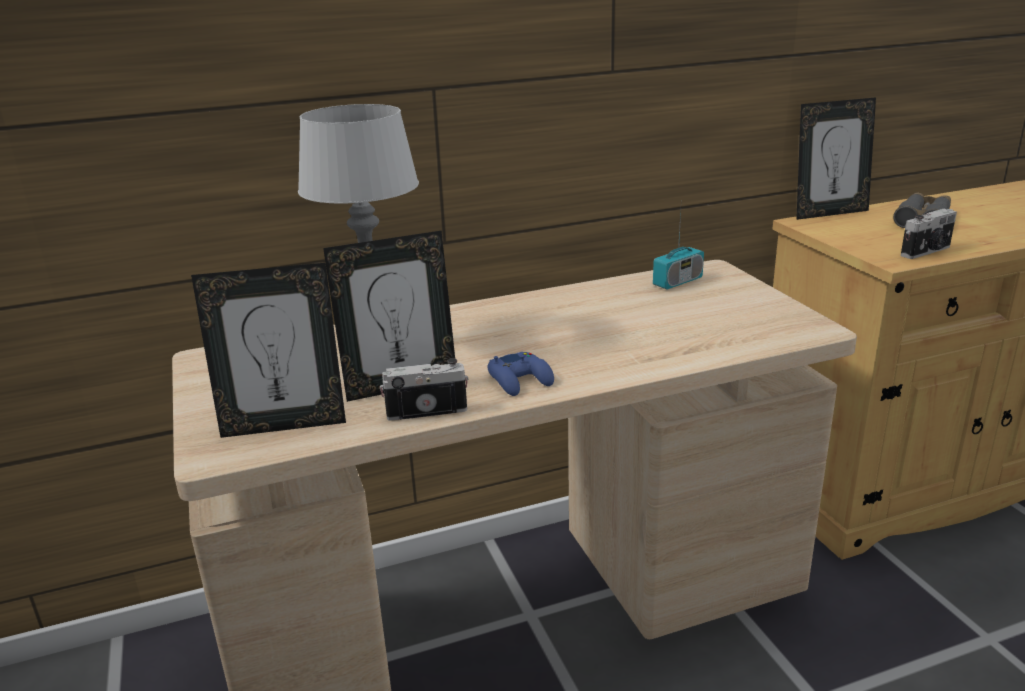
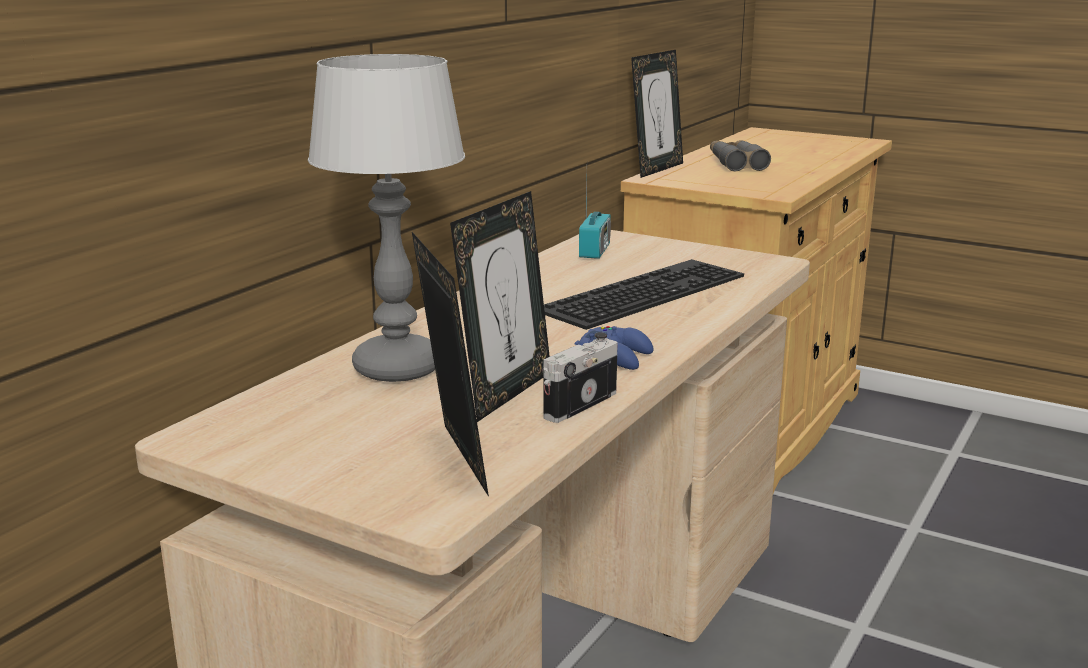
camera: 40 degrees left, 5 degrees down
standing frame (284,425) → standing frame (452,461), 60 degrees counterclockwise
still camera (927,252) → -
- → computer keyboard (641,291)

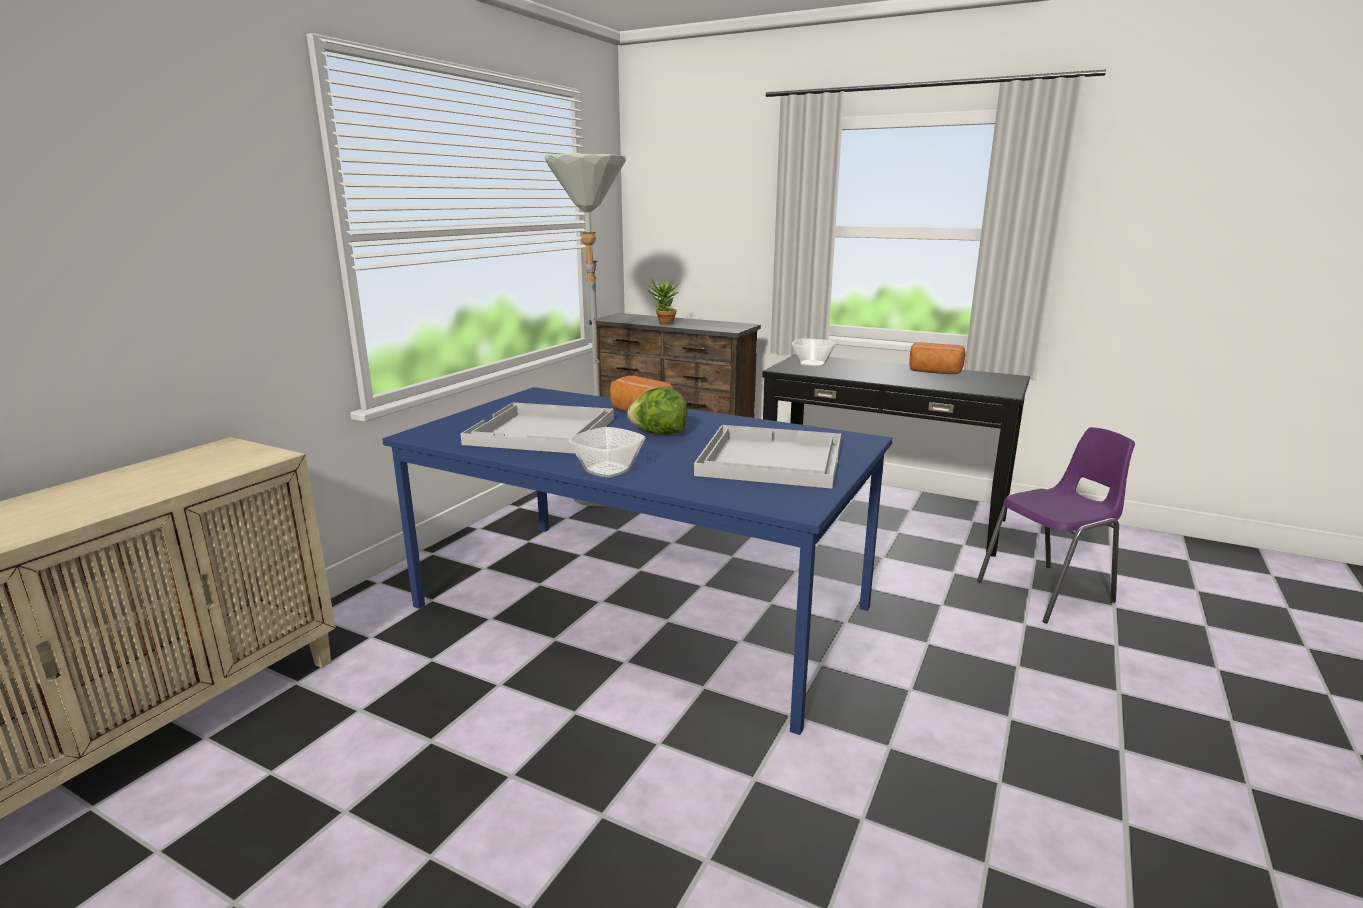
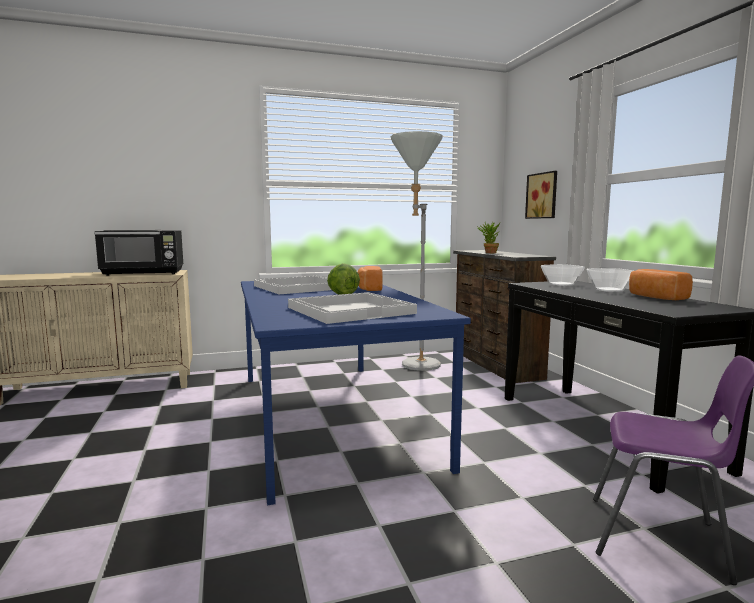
camera: 45 degrees right, 10 degrees down
bowl (608,470) → bowl (609,290), move
- → kitchen microwave/black (144,273)
- → picture (543,195)

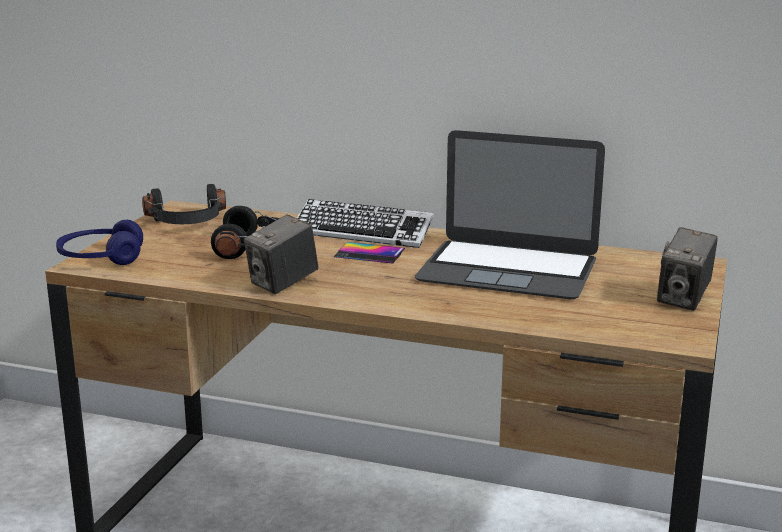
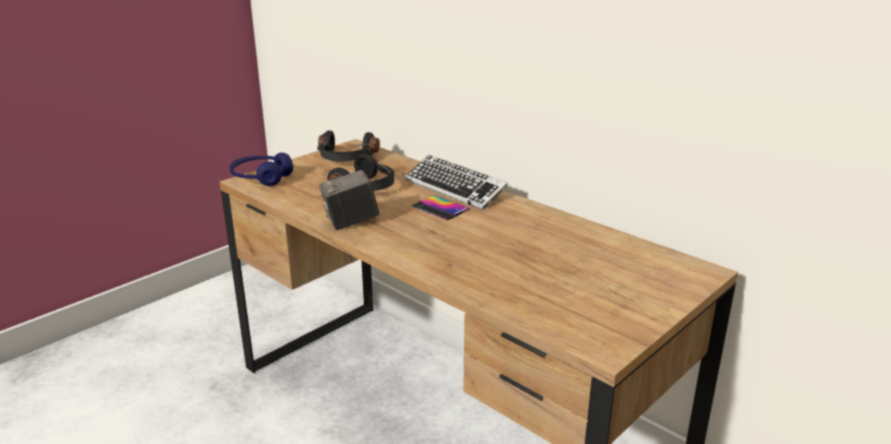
camera: 25 degrees right, 5 degrees up
portable computer (508,269) → -
still camera (684,300) → -

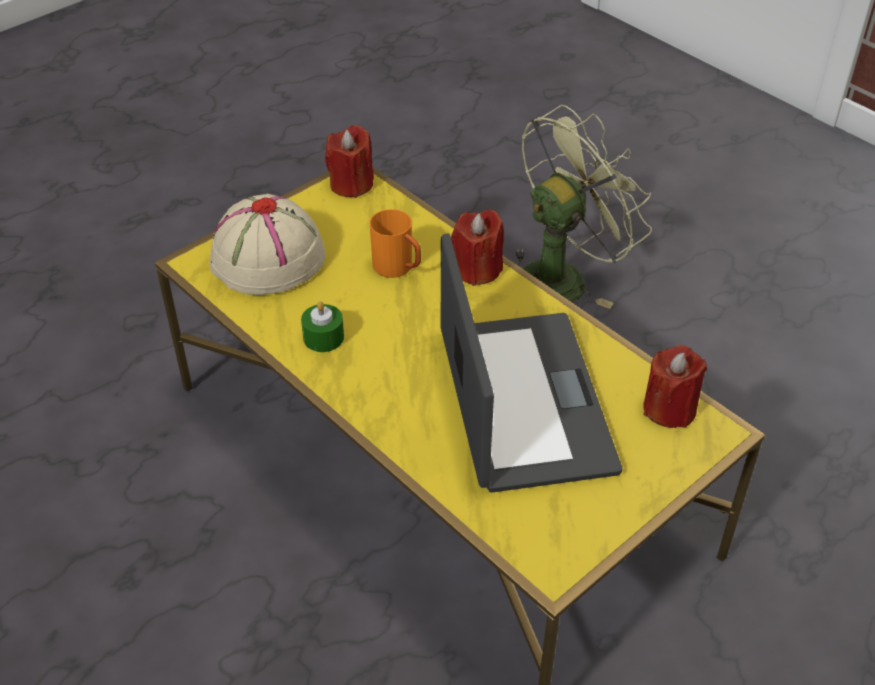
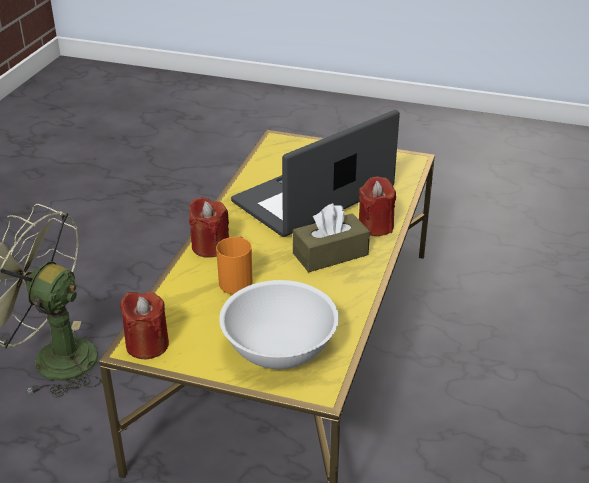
camera: 120 degrees left, 10 degrees down
hat/beige (267,259) → bowl/white-coloured (280,349)
wax candle/green-coloured (323,337) → -
wax candle/red-coloured (669,409) → wax candle/red-coloured (375,226), move
- → box of tissues/brown (330,254)

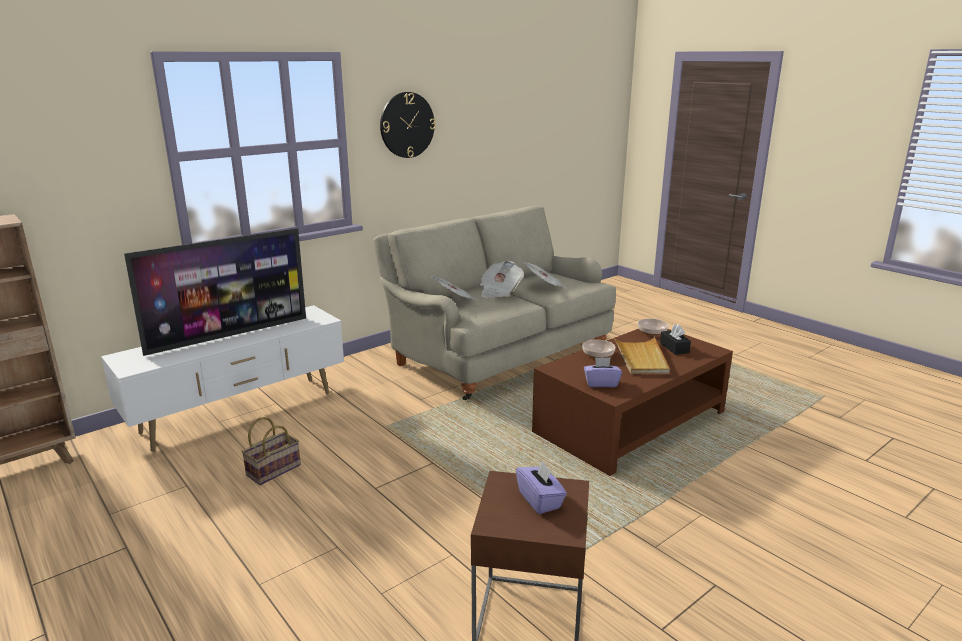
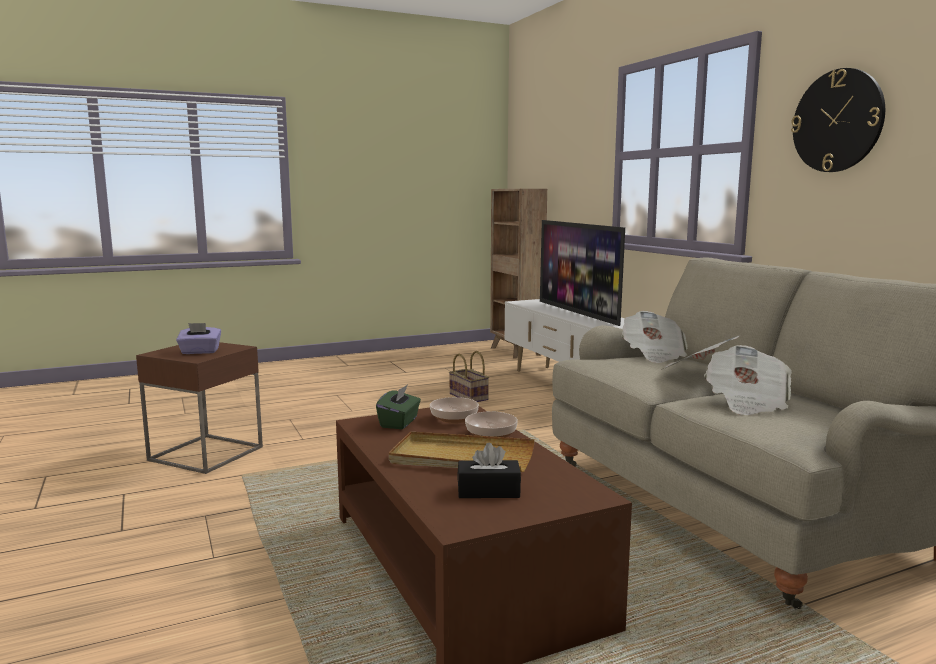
camera: 105 degrees right, 10 degrees down
box of tissues/purple (601,383) → box of tissues/green-coloured (399,423)
bowl (652,332) → bowl (454,419), move

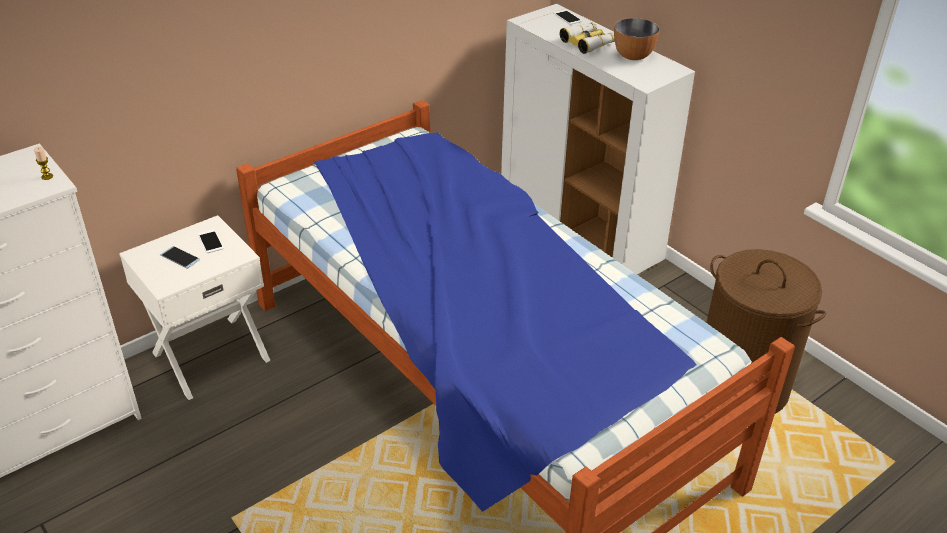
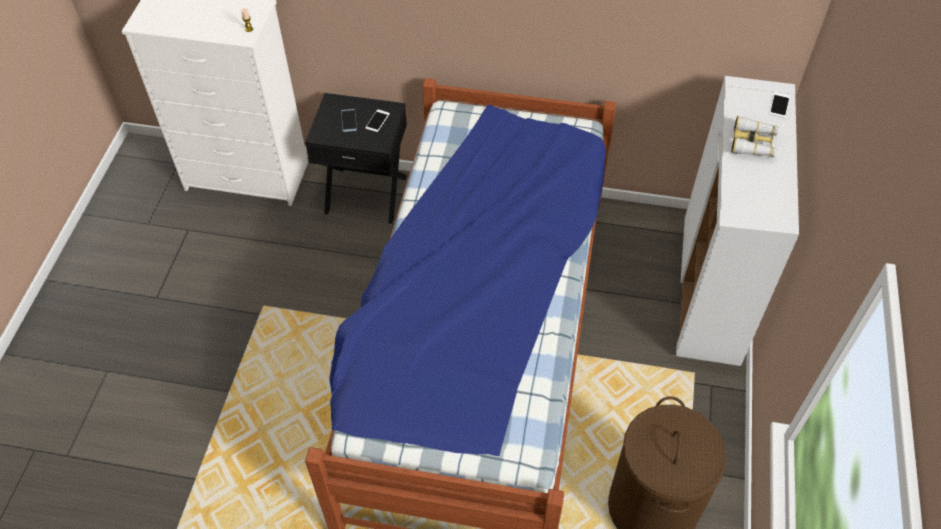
camera: 50 degrees right, 15 degrees up
bedside table/white-coloured (210,355) → bedside table/black (366,193)
bowl (633,56) → -

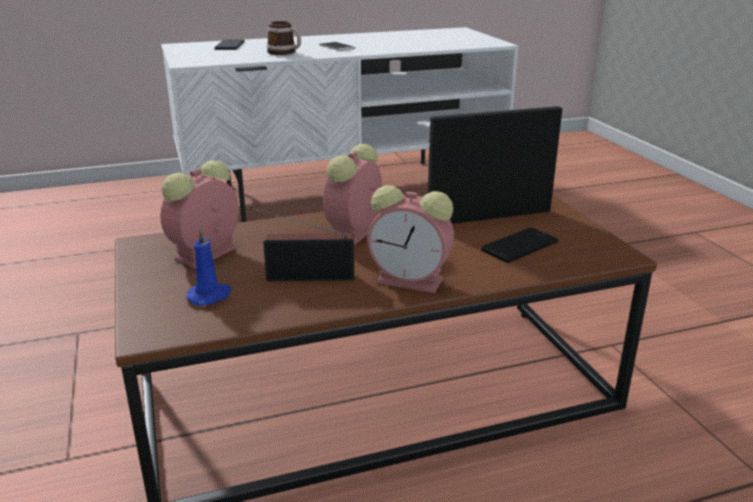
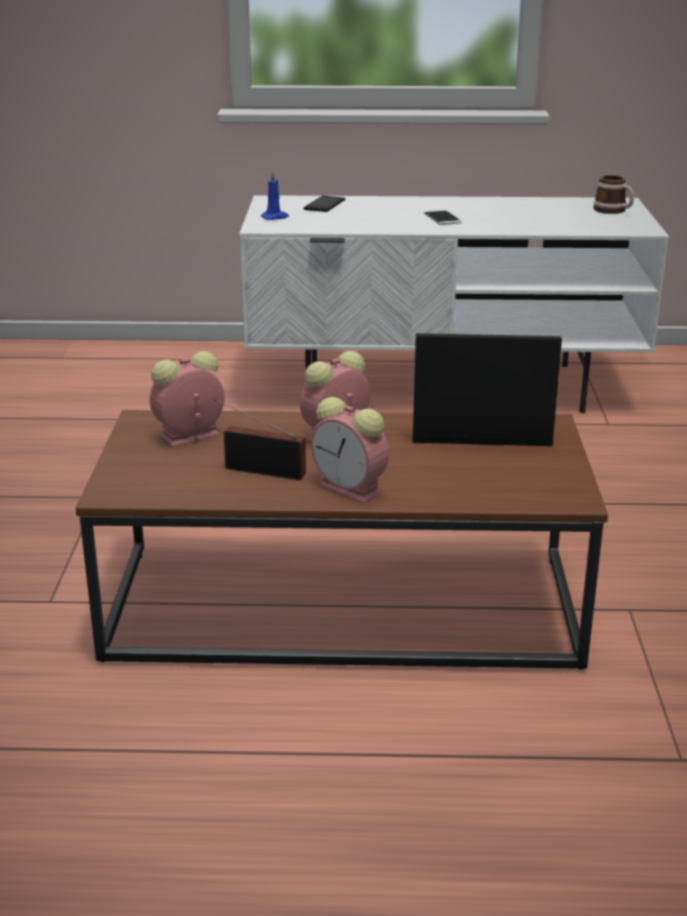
camera: 20 degrees right, 0 degrees up
wax candle/blue-coloured (210,296) → wax candle/blue-coloured (275,217), move
coffee mug (285,53) → coffee mug (613,211), move
telephone (519,246) → -

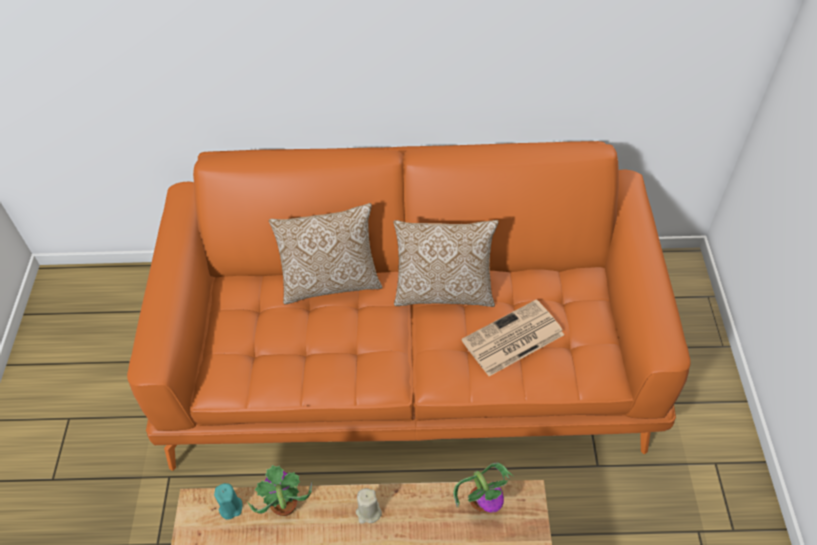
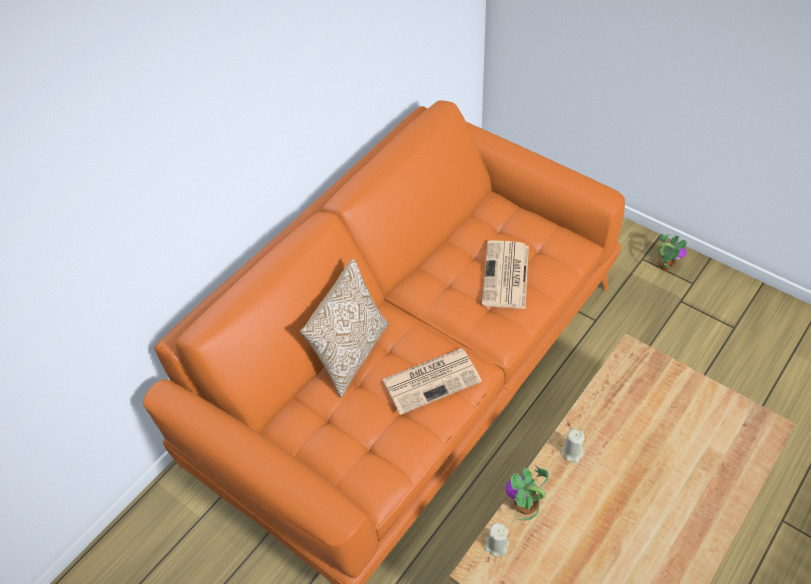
camera: 50 degrees left, 0 degrees up
wax candle/blue-green (230,507) → wax candle/beige (496,545)
cushion (444,292) → -
potted plant (483,502) → potted plant (664,265), move
- → daily paper (432,380)

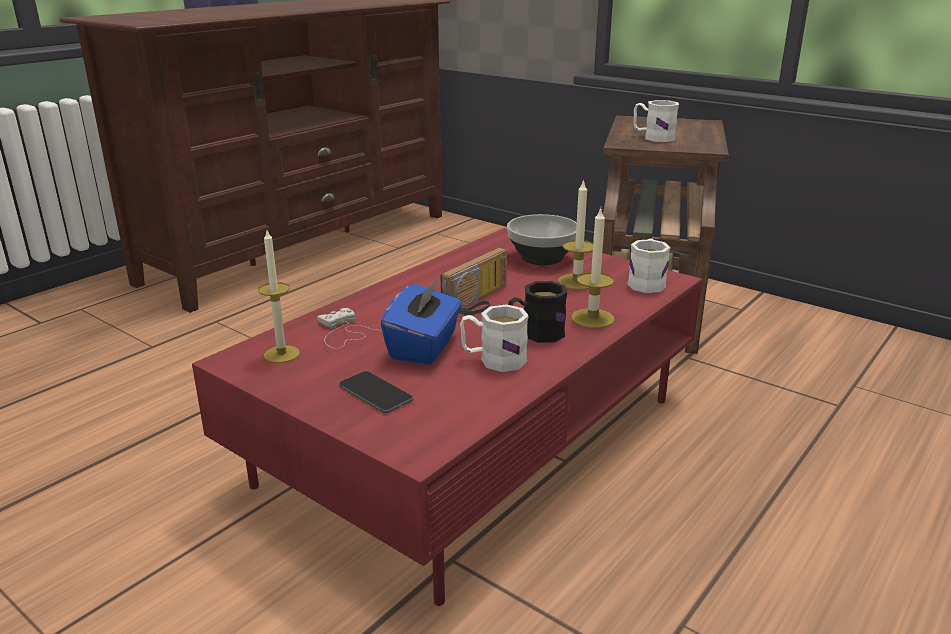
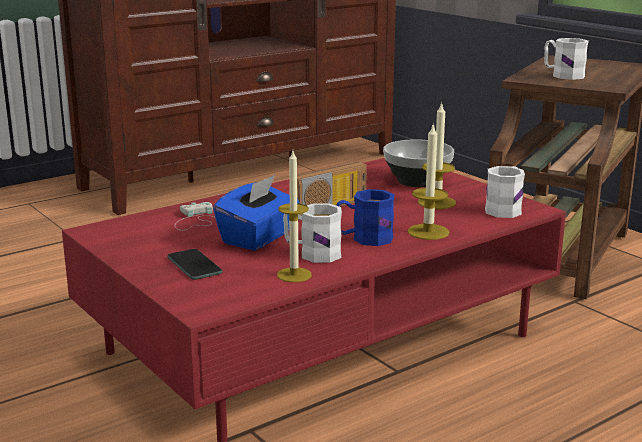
camera: 15 degrees right, 5 degrees down
wax candle (281,354) → wax candle (294,275), move
coffee mug/black (535,335) → coffee mug/blue-coloured (364,239)

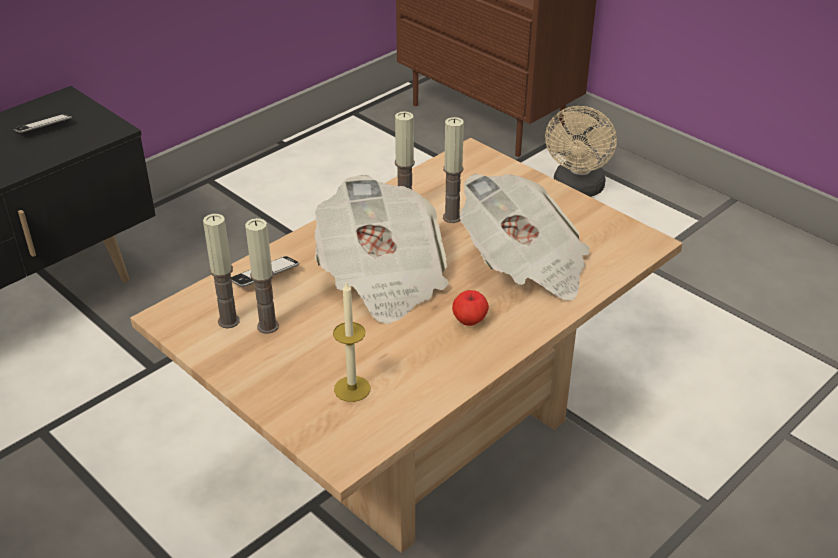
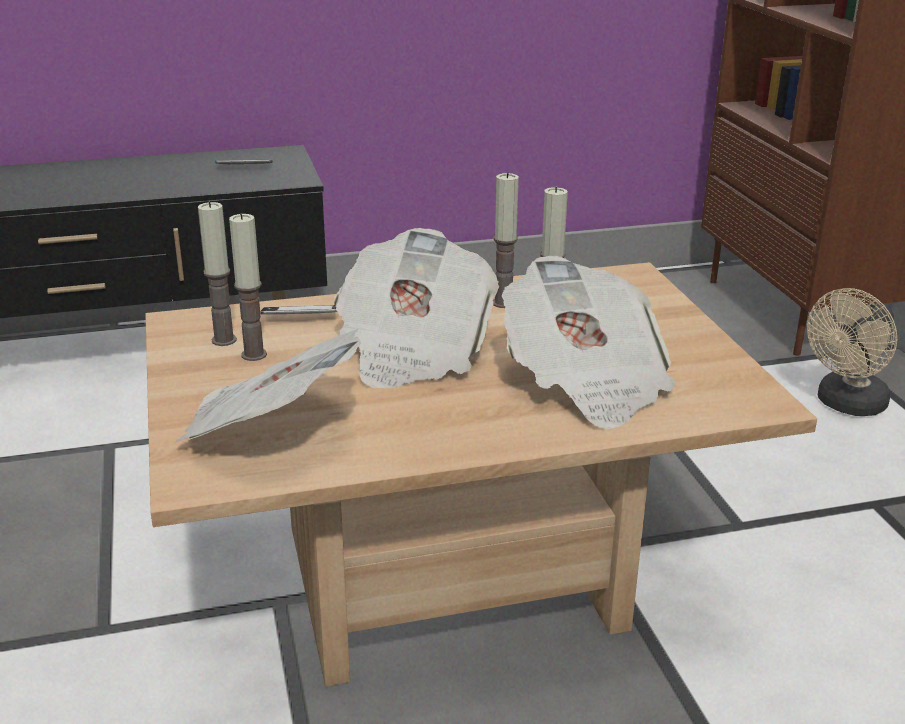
camera: 30 degrees right, 10 degrees down
wax candle (352,389) → daily paper (270,429)
whole apple (469,321) → -

